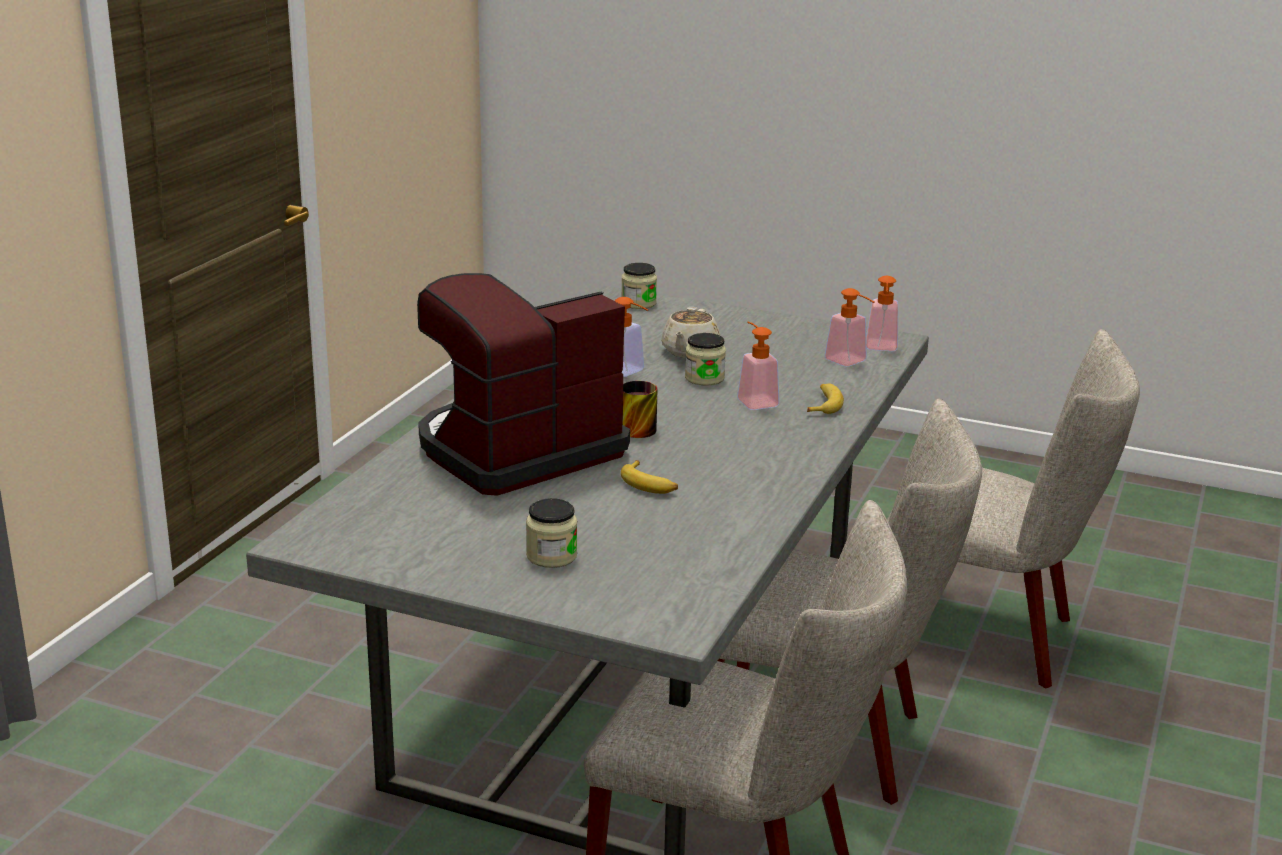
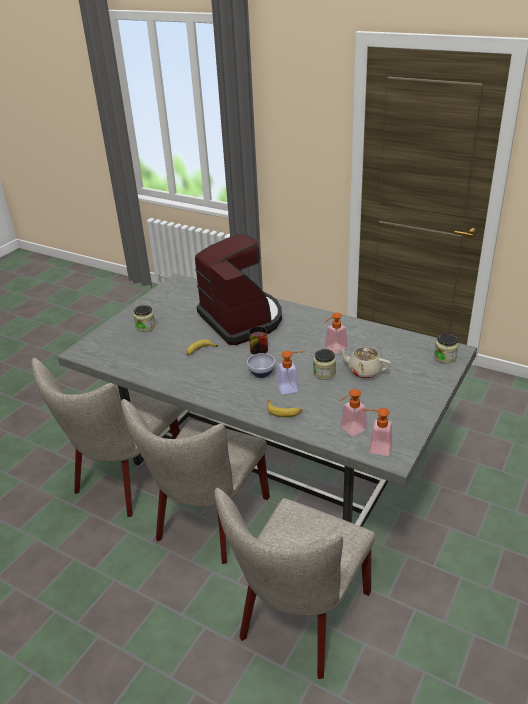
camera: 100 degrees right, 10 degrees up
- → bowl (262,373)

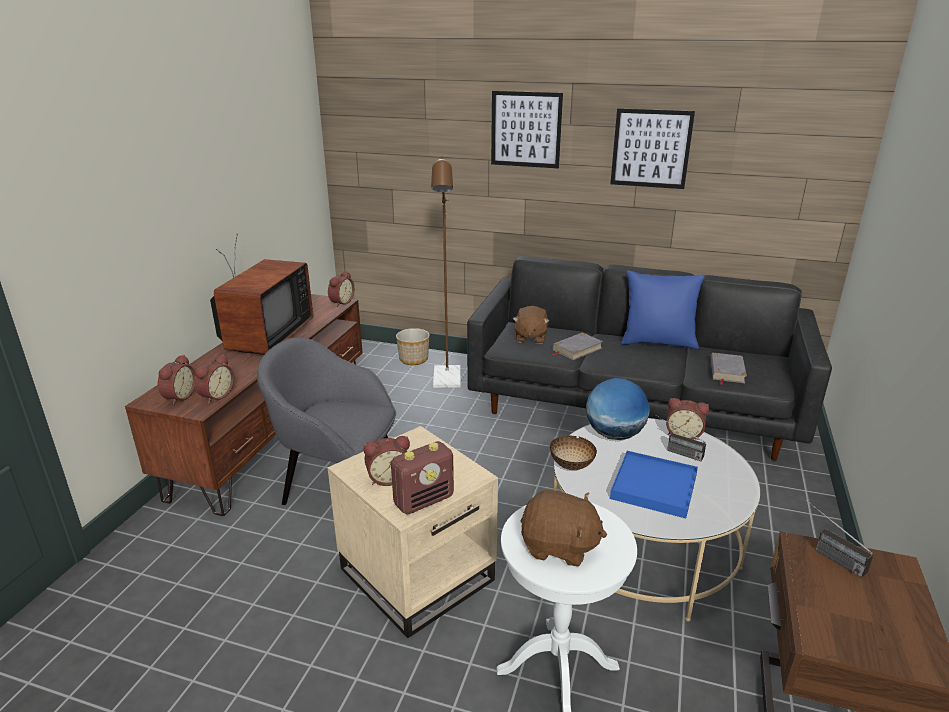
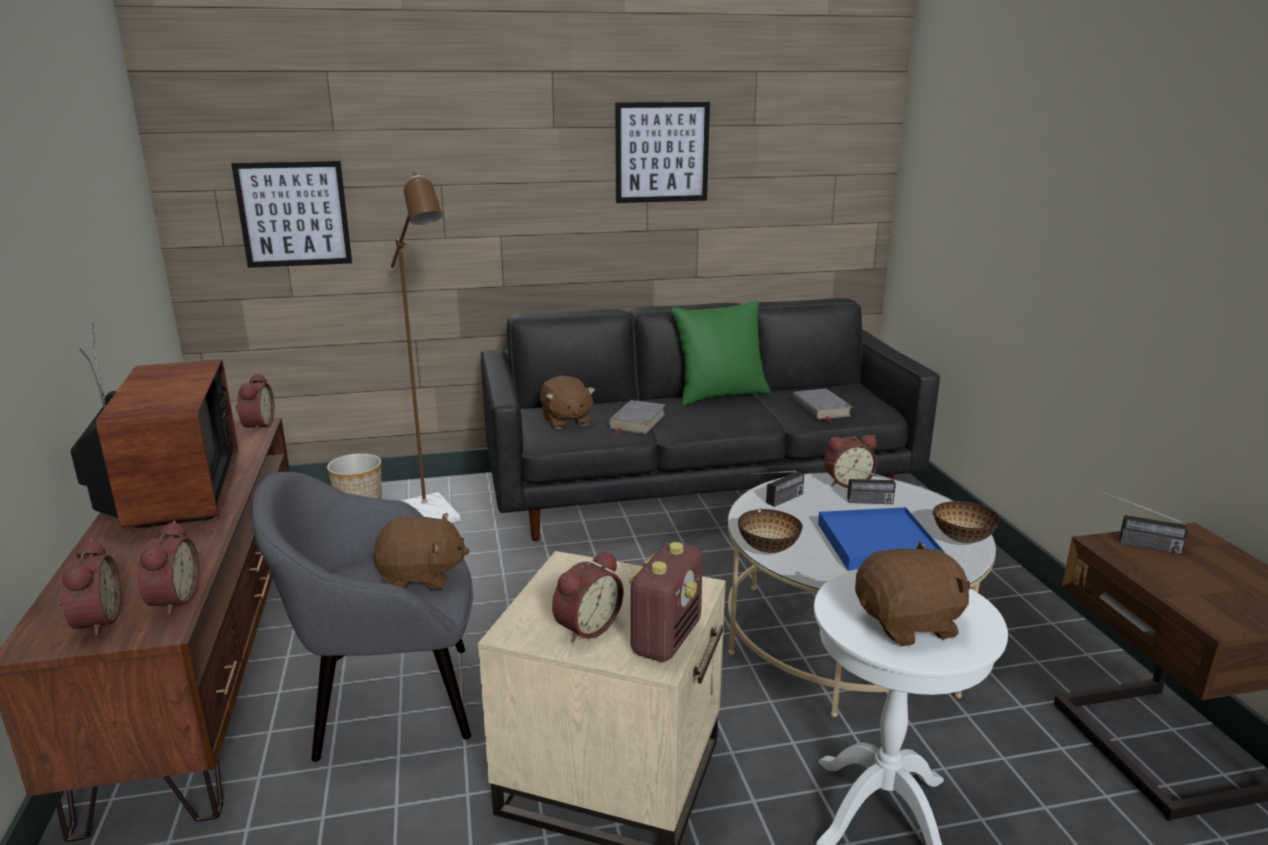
camera: 30 degrees left, 5 degrees down
picture (526,129) → picture (294,214), move
world globe (614,435) → radio receiver (777,502)
cushion/blue-coloured (658,342) → cushion/green-coloured (720,395)
- → soft toy/brown (421,576)
- → bowl (963,539)

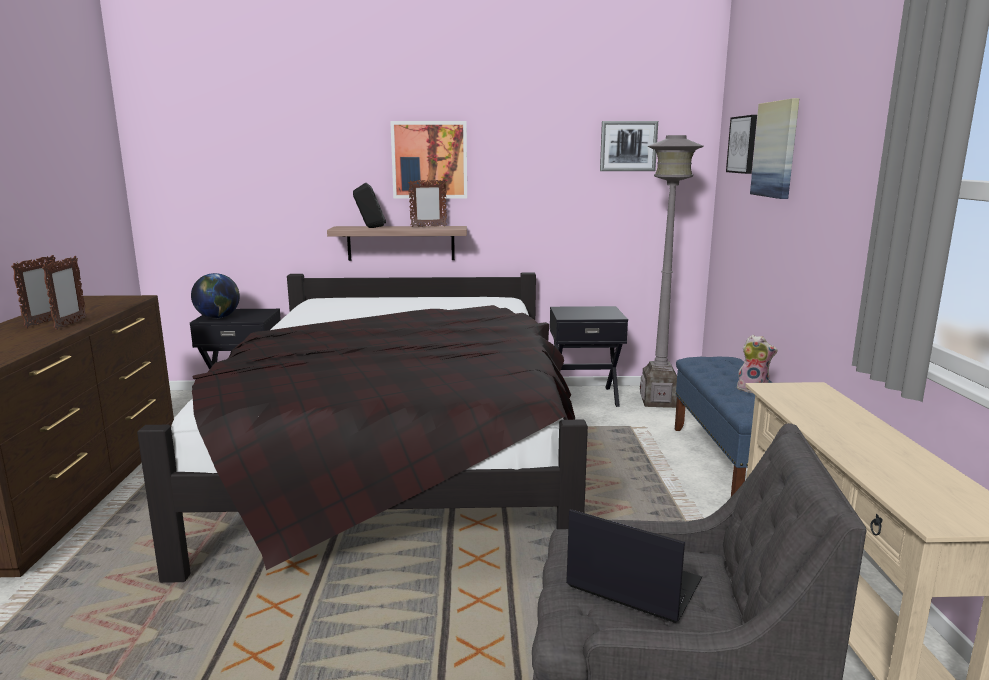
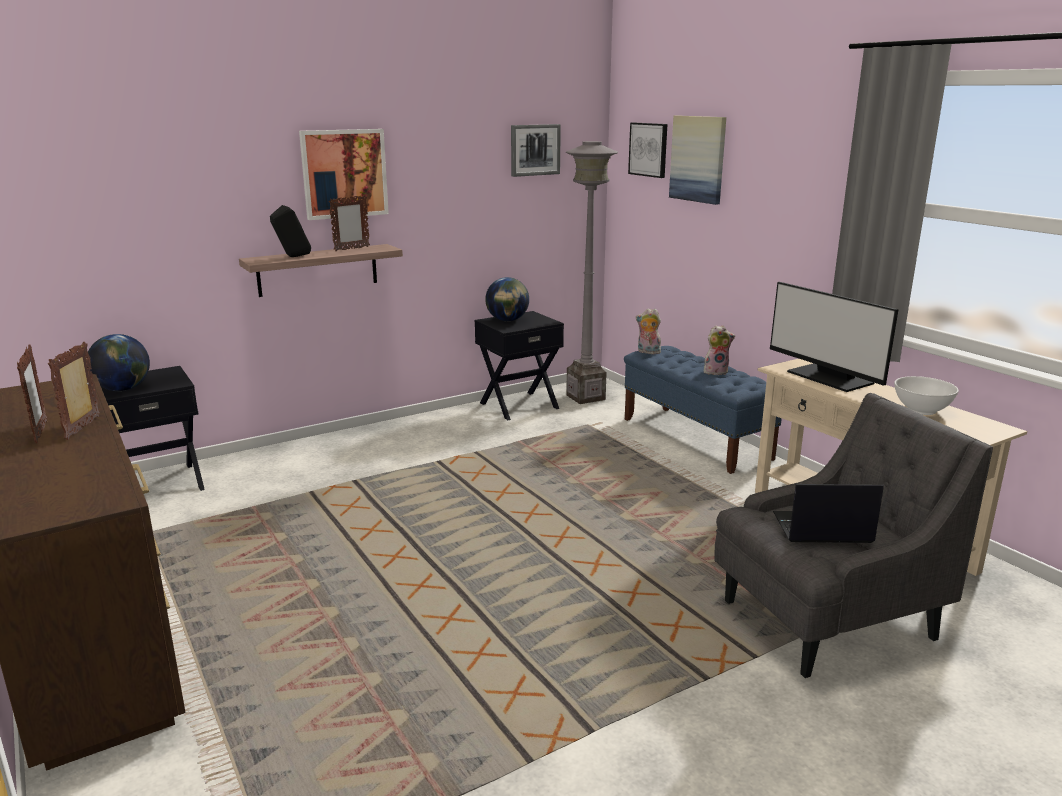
camera: 30 degrees left, 5 degrees up
standing frame (70,324) → standing frame (84,428), 150 degrees counterclockwise
bed/black (402,459) → -
- → world globe (507,320)
- → soft toy (647,352)
- → monitor (828,378)
- → bowl/white-coloured (921,410)

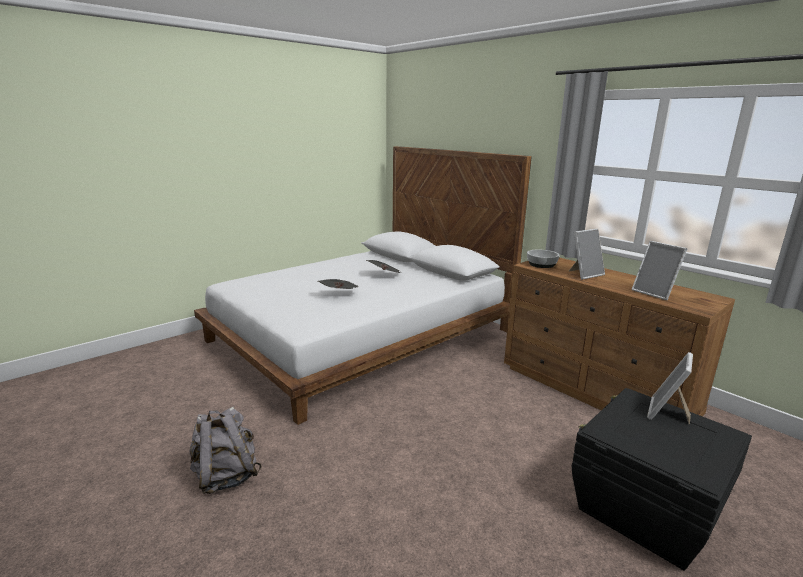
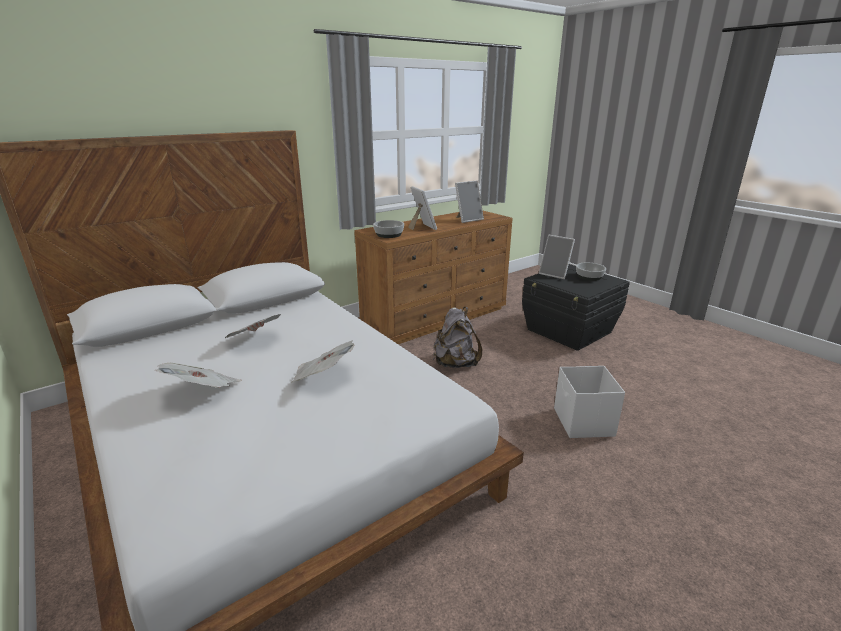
camera: 85 degrees left, 5 degrees up
rucksack/grey (226,476) → rucksack/grey (455,363), move
- → daily paper (204,391)
- → storage bin/white-coloured (583,423)
- → bowl (589,277)

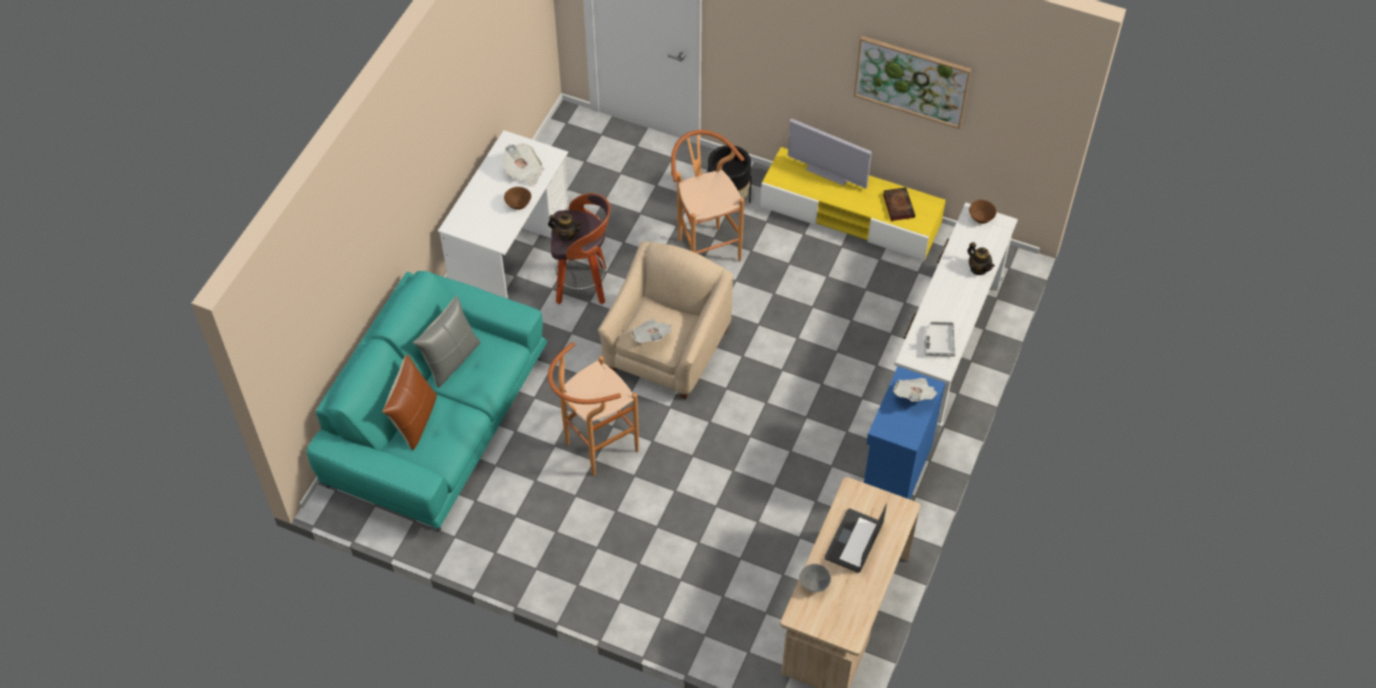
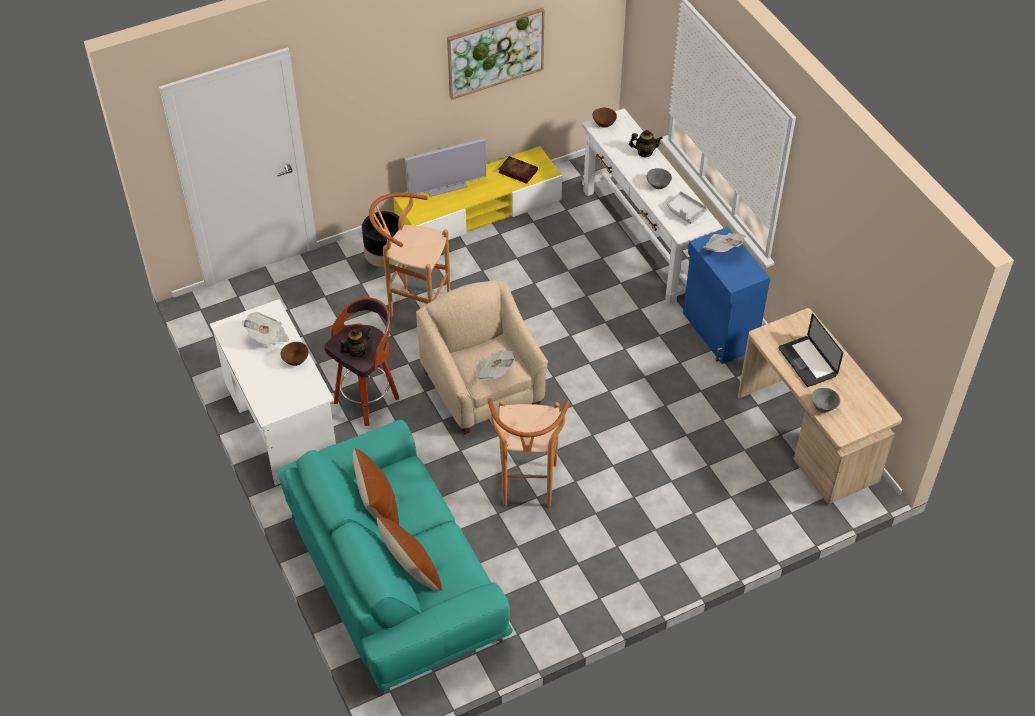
camera: 50 degrees left, 5 degrees down
cushion/grey (451,360) → cushion/brown (379,510)
- → bowl/grey (657,186)

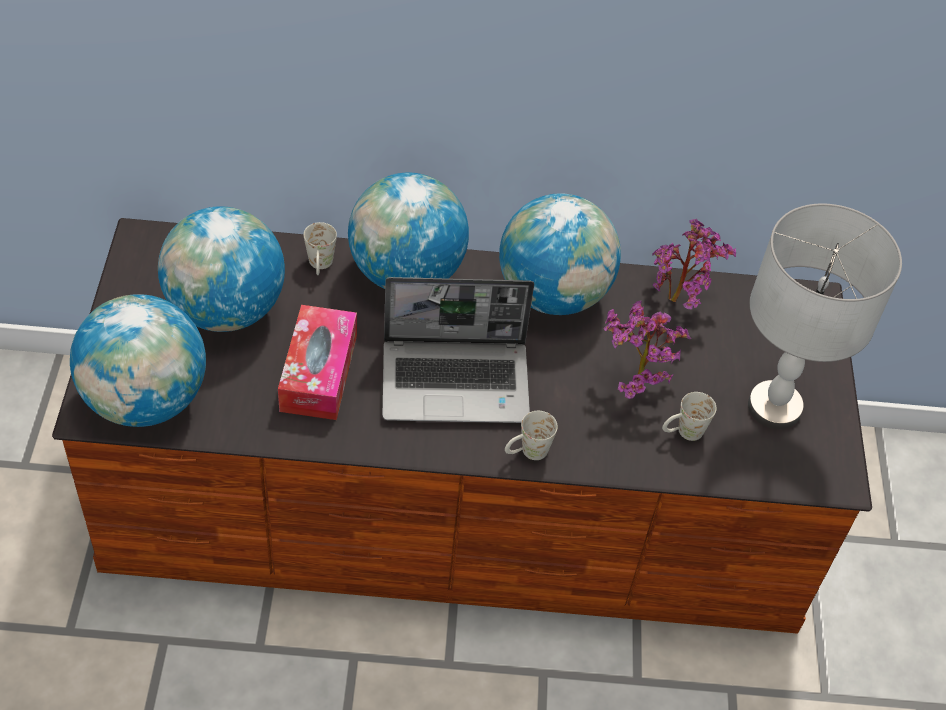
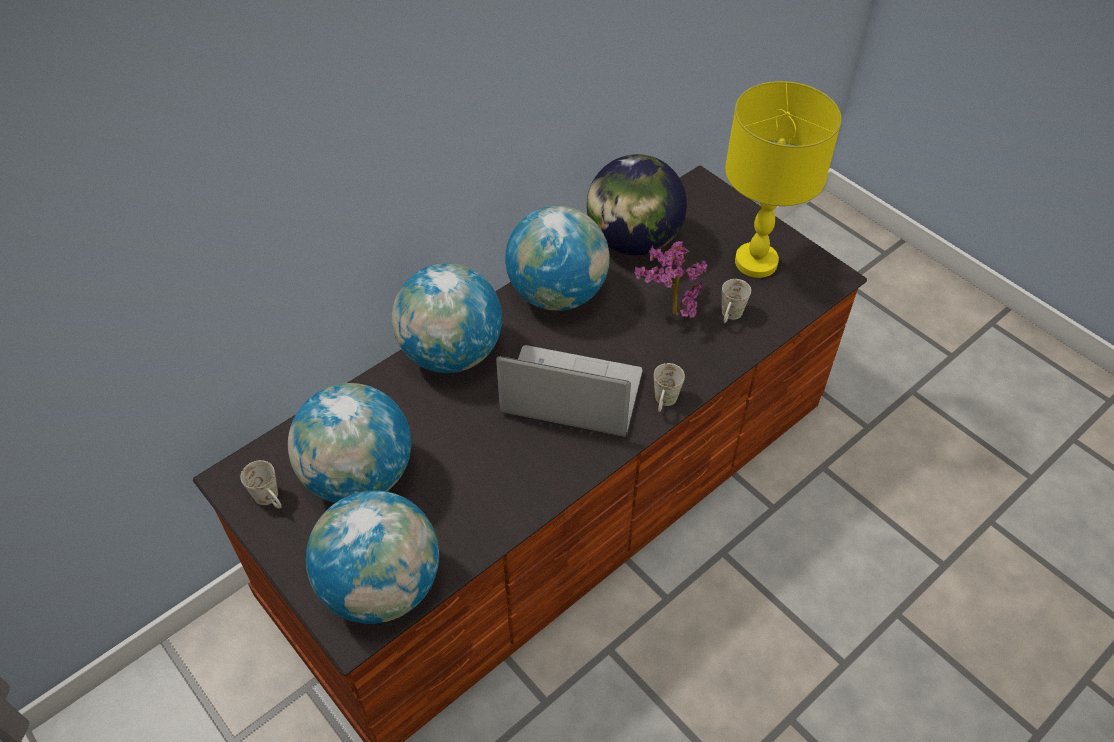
camera: 40 degrees left, 0 degrees up
box of tissues (319,373) → -
coffee mug/white-coloured (320,267) → coffee mug/white-coloured (271,500), move
portable computer (457,381) → portable computer (569,395), 120 degrees counterclockwise
potted plant (679,301) → world globe (633,241)
table lamp/grey (774,408) → table lamp/yellow-coloured (756,262)

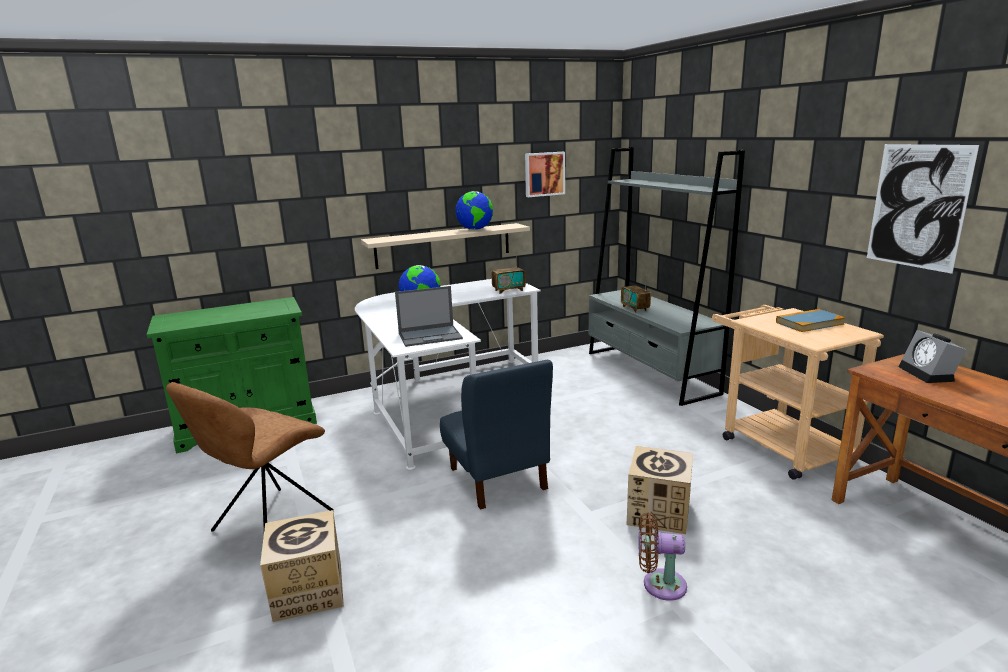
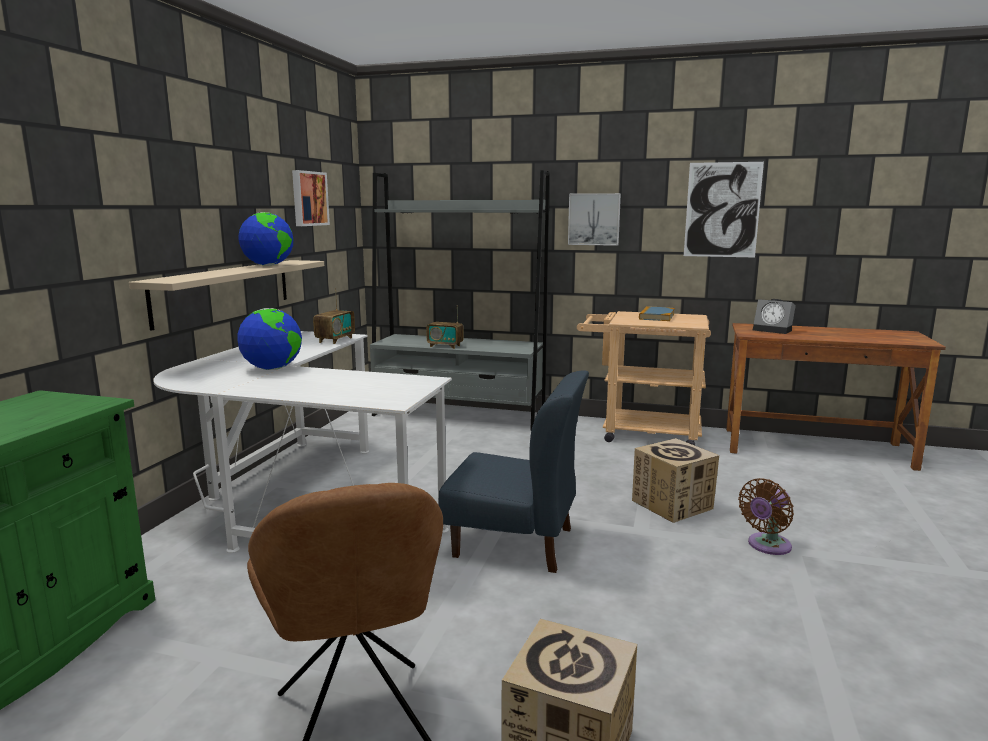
camera: 50 degrees left, 5 degrees down
portable computer (431,336) → -
- → picture (594,219)

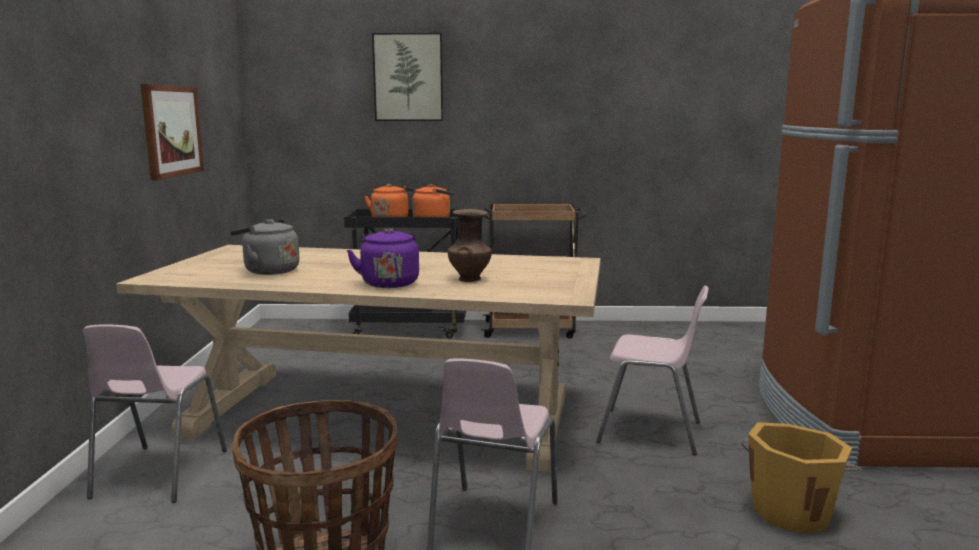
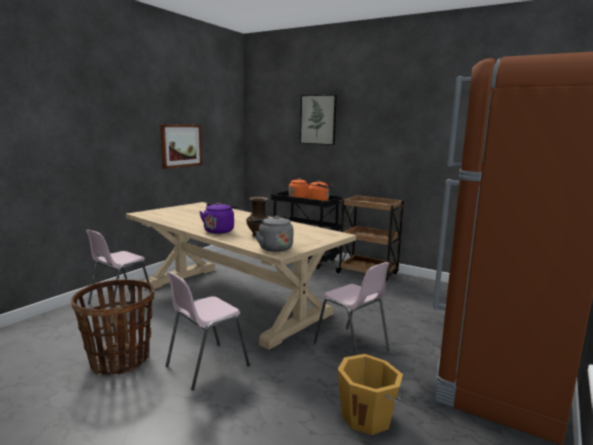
camera: 30 degrees right, 0 degrees up
water kettle/grey (268,271) → water kettle/grey (273,248), move

